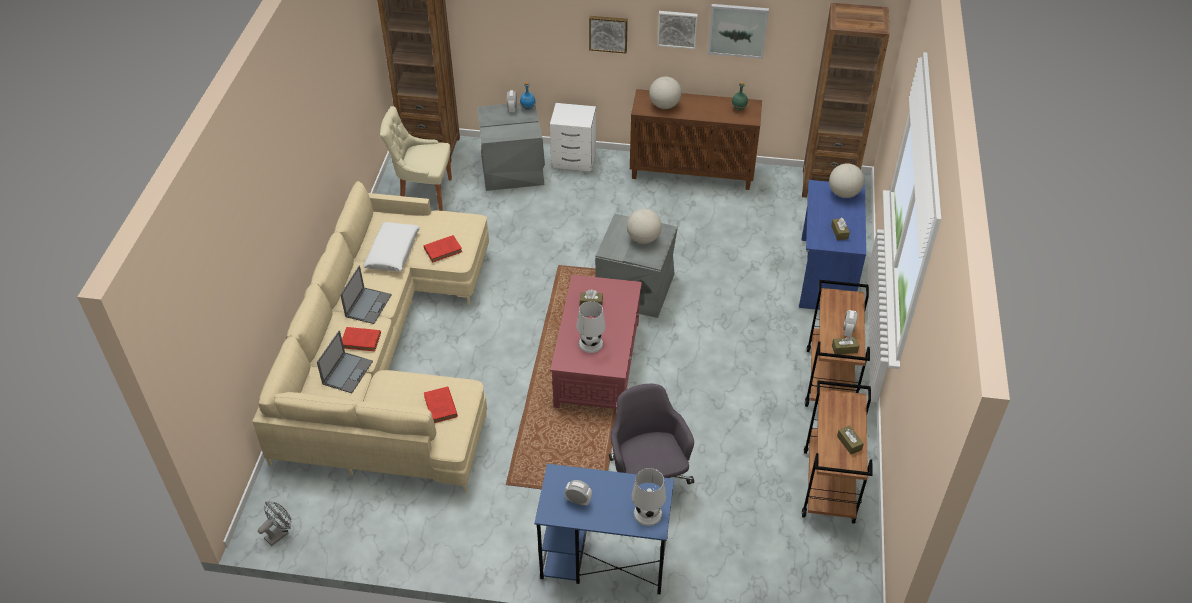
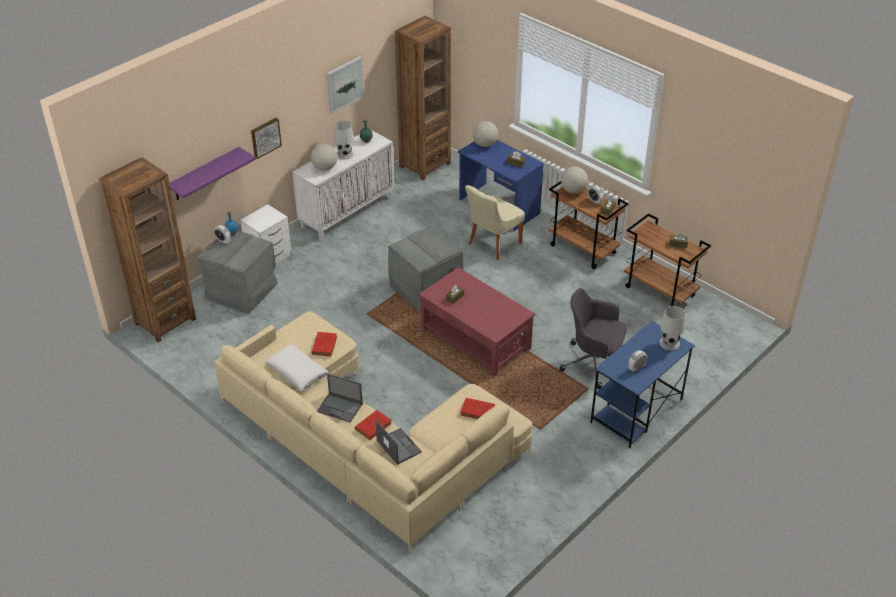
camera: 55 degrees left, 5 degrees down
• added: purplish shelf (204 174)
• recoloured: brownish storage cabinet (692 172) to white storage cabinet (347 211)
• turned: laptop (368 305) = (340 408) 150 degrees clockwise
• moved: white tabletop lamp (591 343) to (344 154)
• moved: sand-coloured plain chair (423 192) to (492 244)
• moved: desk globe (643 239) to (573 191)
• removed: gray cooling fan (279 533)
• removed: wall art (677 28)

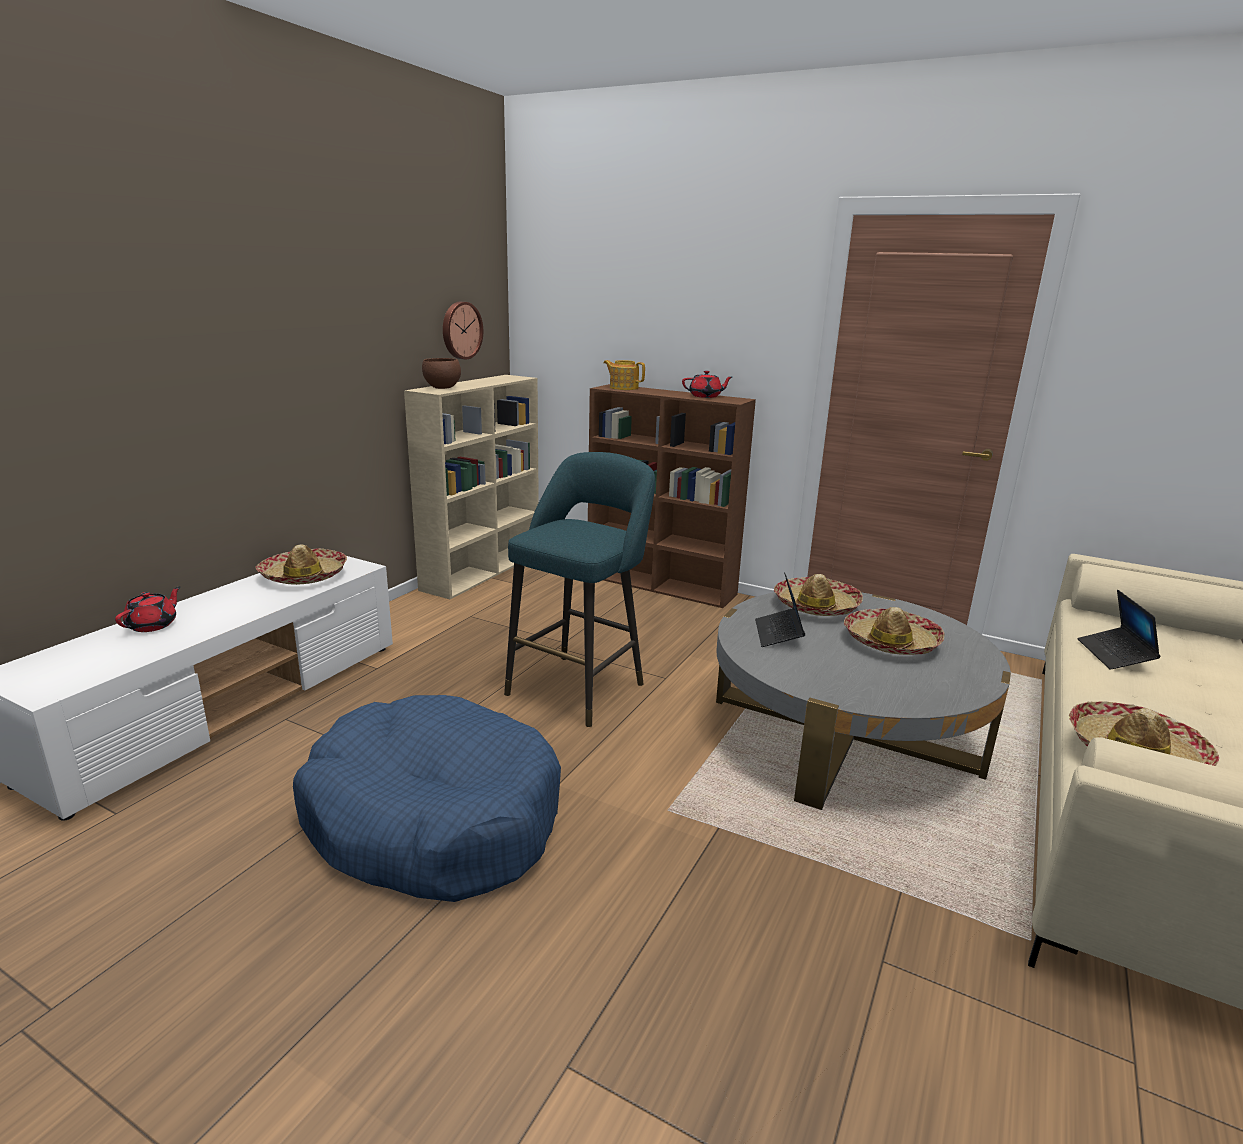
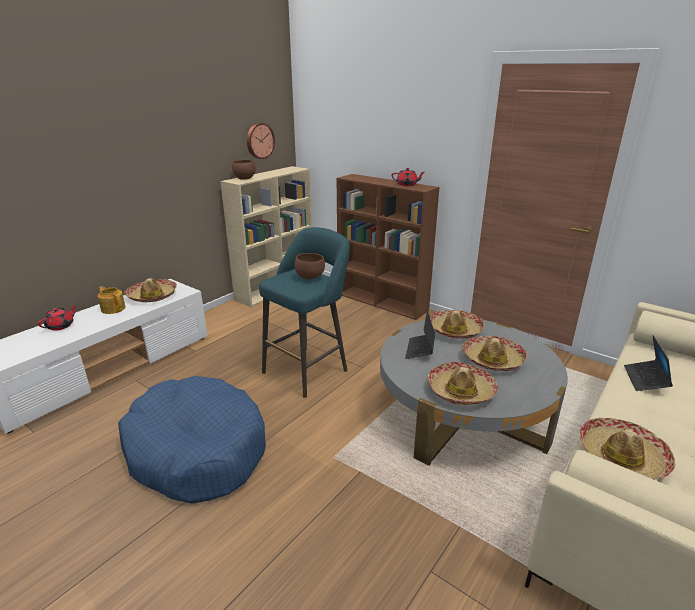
camera: 10 degrees right, 5 degrees up
• moved: teapot (623 388) to (113 308)
• added: brownish deep dish (310 277)
• added: hat (461 391)

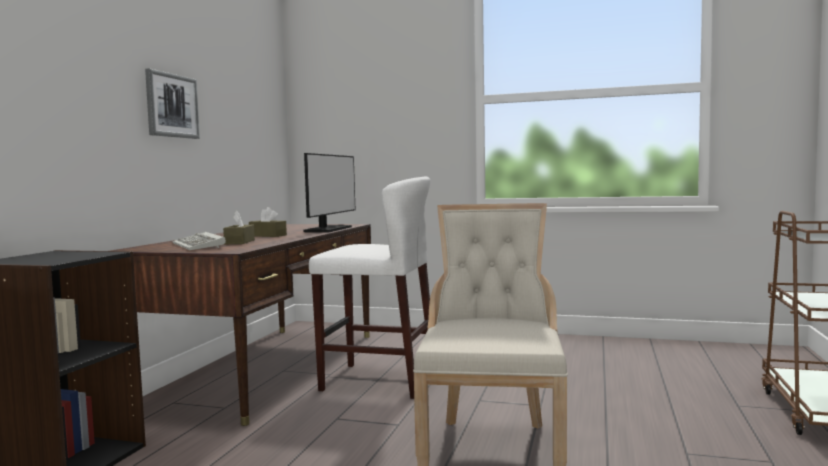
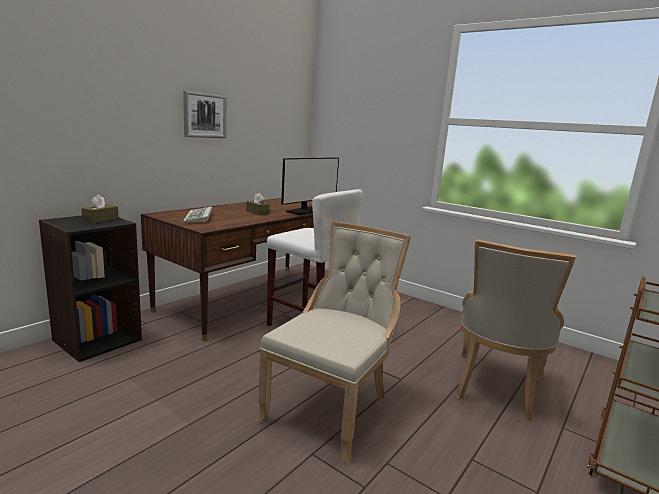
camera: 20 degrees right, 10 degrees up
• moved: brownish box of tissues (239 242) to (100 219)
• added: sand-coloured plain chair (496 387)

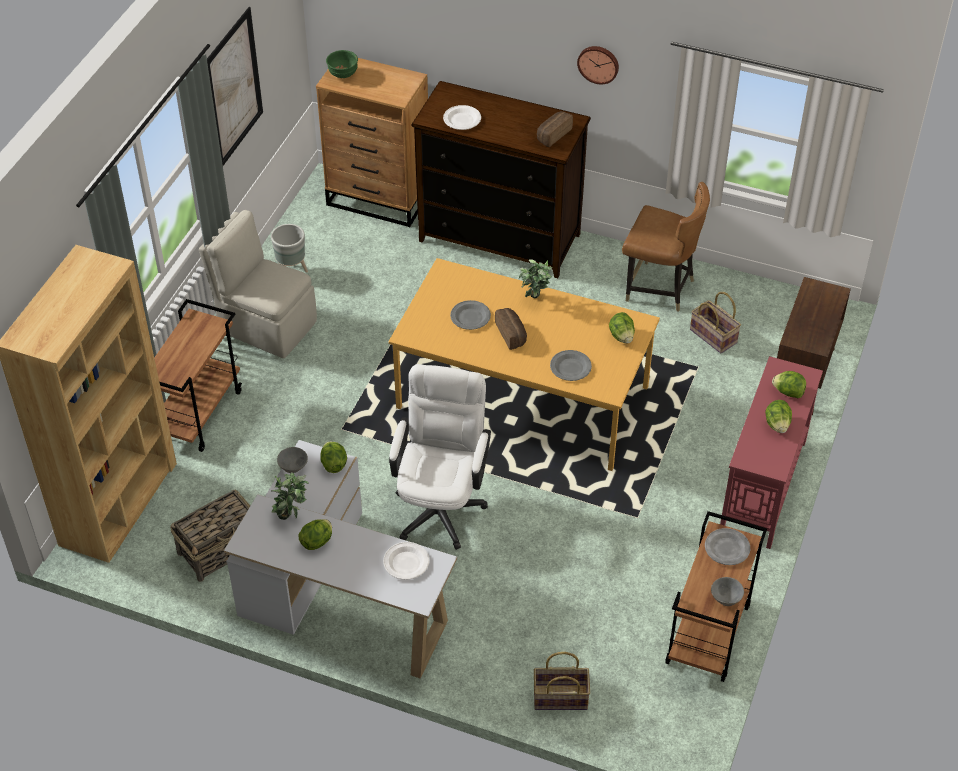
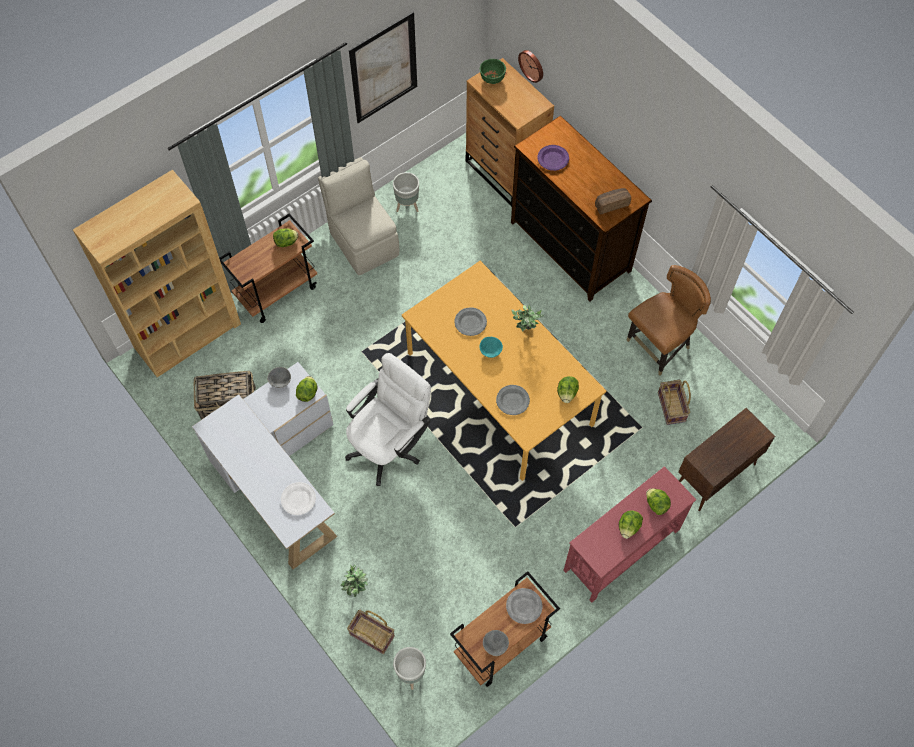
camera: 30 degrees right, 15 degrees up
• moved: lettuce (317 541) to (286 242)
• moved: houseplant (292 516) to (356 590)
• added: gray plant pot (410 674)
• replaced: bread (512 334) to blue-green deep dish (490 352)
• moved: hanging clock (598 63) to (532 65)
• recoloured: white plate (462 120) to purplish plate (553 159)
• turned: brownish plain chair (659 288) = (659 347) 90 degrees counterclockwise

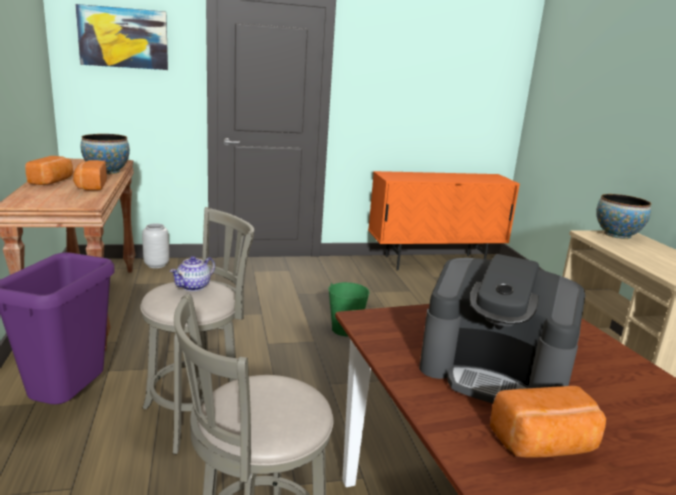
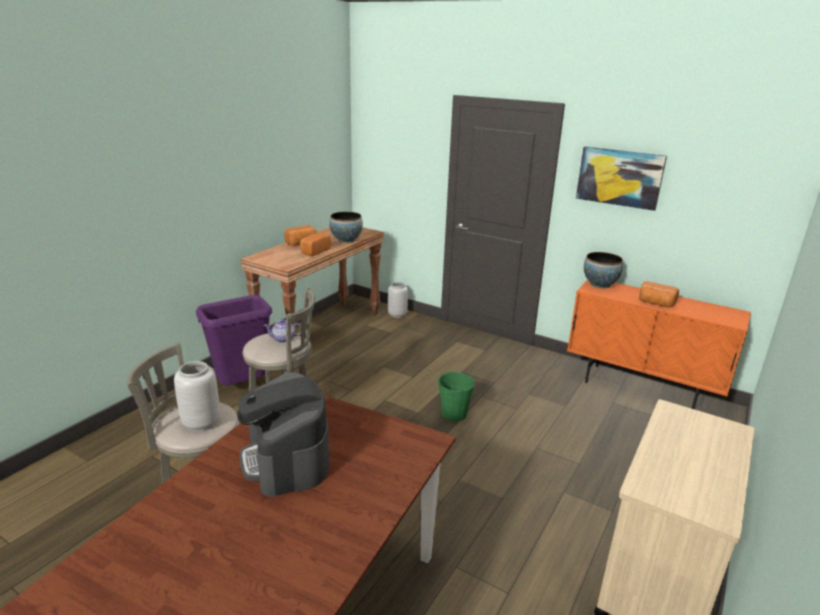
camera: 45 degrees right, 5 degrees up
• added: gray decorative vase (200 423)
• moved: wall art (123 38) to (619 177)
• moved: deep dish (617 235) to (599 284)
• moved: bread (545 445) to (656 303)

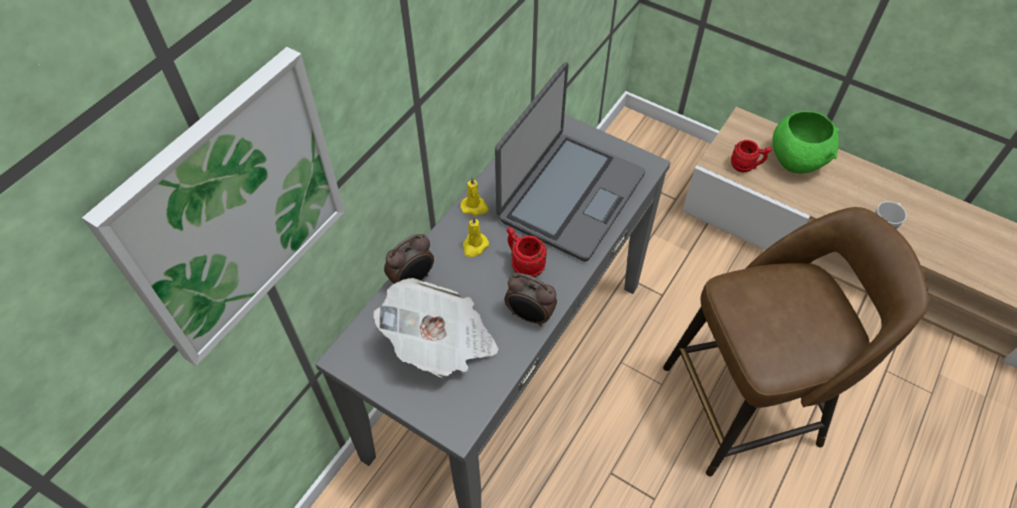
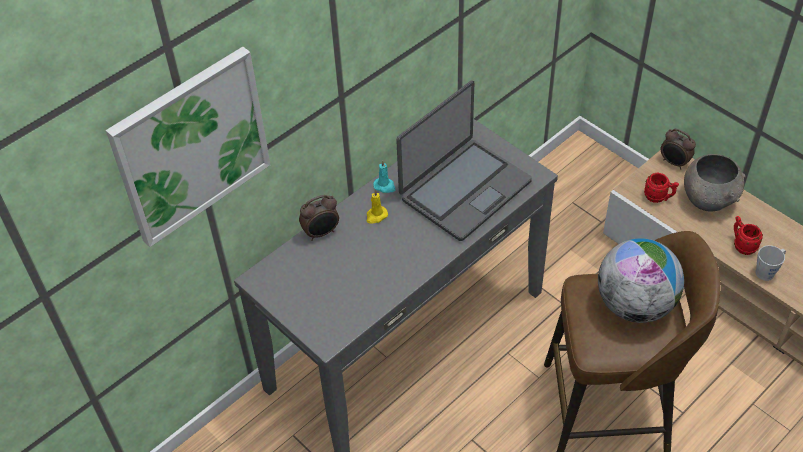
camera: 15 degrees right, 5 degrees down
• recoloured: yellow-coloured wax light (475 207) to blue-green wax light (385 186)
• added: desk globe (634 305)
• moved: bedside clock (529 316) to (674 163)
• recoloured: greenish deep dish (796 161) to gray deep dish (708 200)
• moved: red-coloured tea mug (524 264) to (742 245)
• removed: daily paper (441 342)

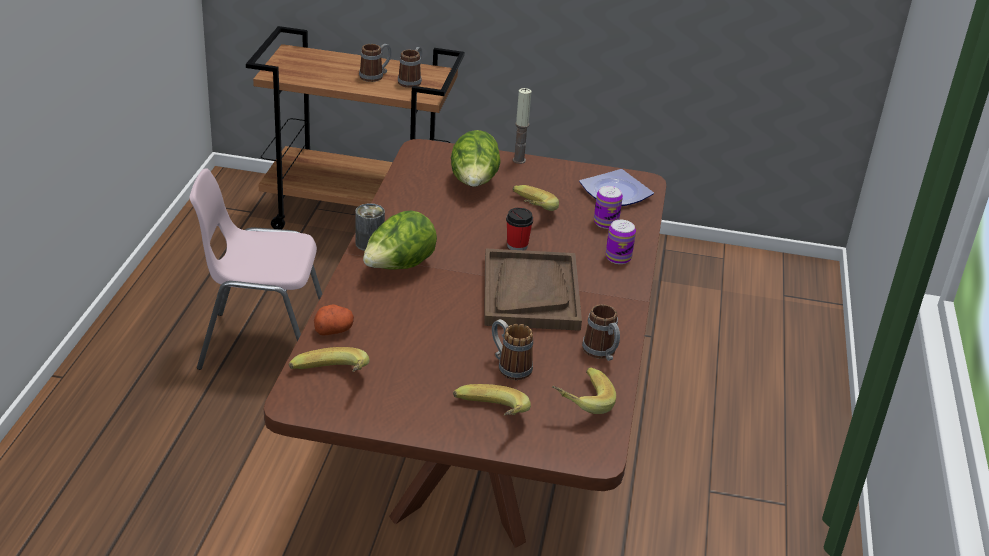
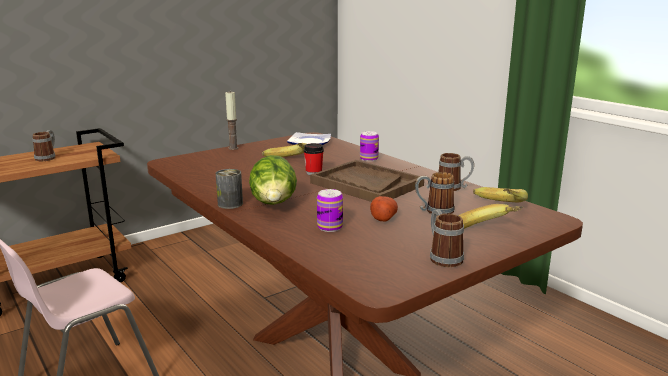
camera: 45 degrees left, 15 degrees down
• moved: sealed can (606 222) to (330 227)
• moved: whole potato (334 330) to (383 217)
• moved: tea mug (412 81) to (442 257)
• removed: whole banana (331 380)
• removed: lettuce (474 183)

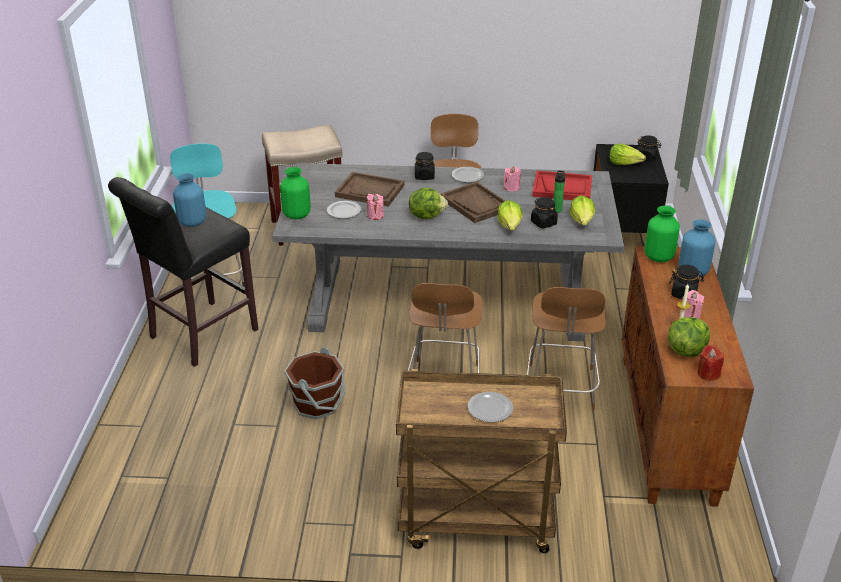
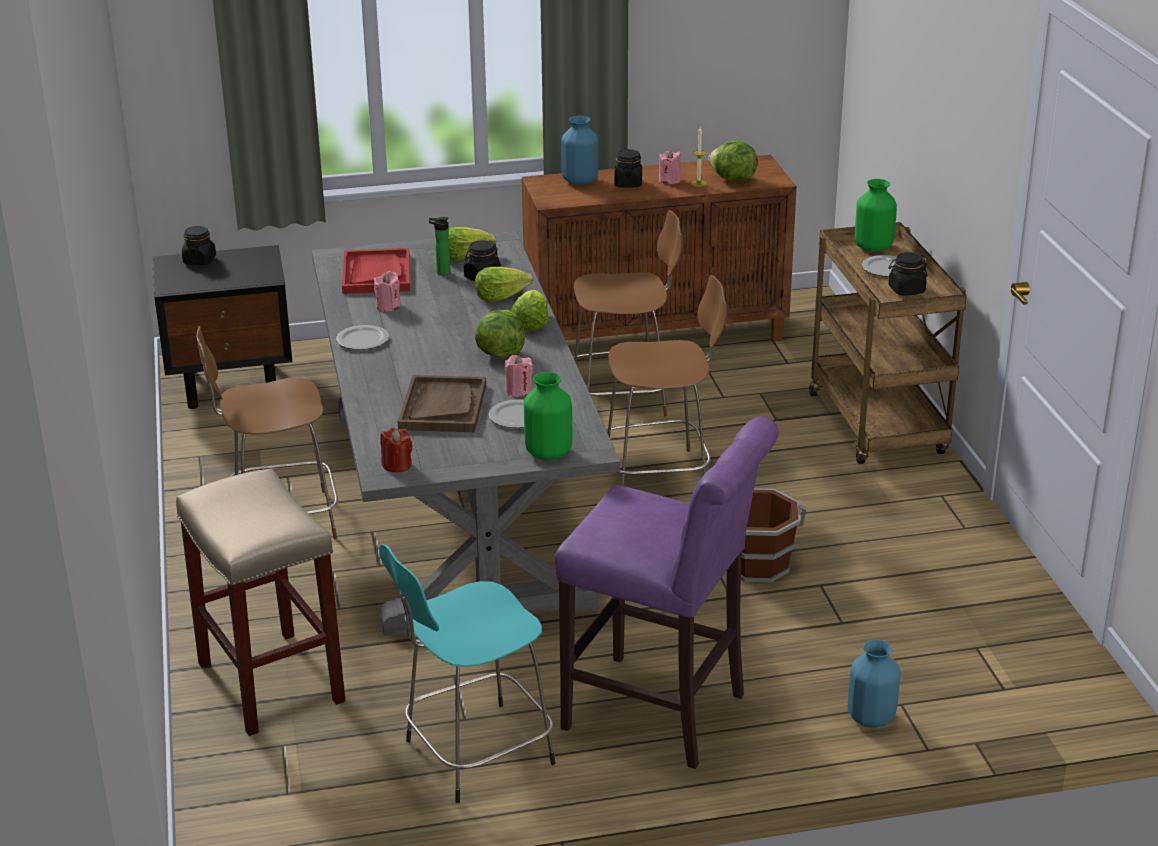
camera: 105 degrees left, 5 degrees down
• moved: red-coloured wax light (708 374) to (397 465)
• moved: lettuce (624 163) to (530 323)
• recoloured: black-coloured stool (199 336) to purplish stool (663 715)
• moved: bluish decorative vase (192 222) to (872 718)
• moved: greenish decorative vase (658 257) to (873 247)
• moved: black-coloured storage jar (424 176) to (906 290)
• removed: brownish serving tray (475 204)

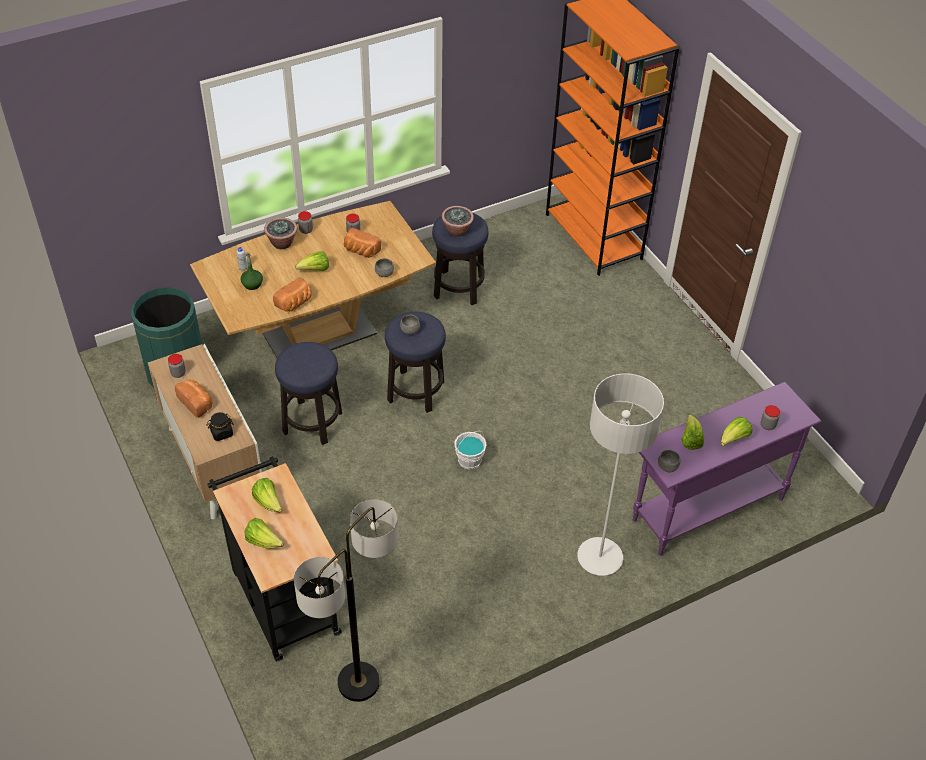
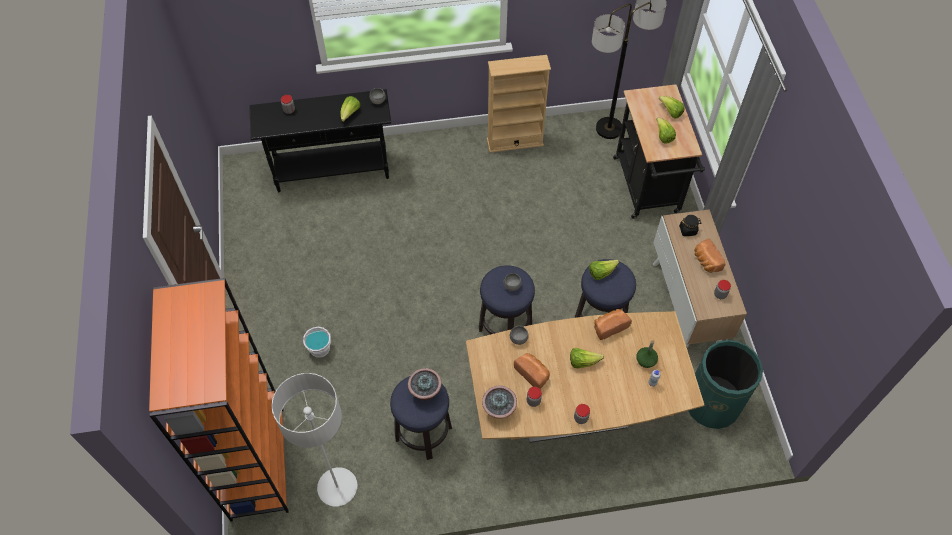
camera: 160 degrees left, 10 degrees up
• recoloured: purplish console table (707 509) to black-coloured console table (332 171)
• moved: gray floor lamp (600 557) to (337 487)
• moved: white pail (469 460) to (320 348)
• moved: houseplant (282 243) to (499 410)
• added: sand-coloured bookcase (515 142)
• moved: lettuce (733 439) to (601 272)

